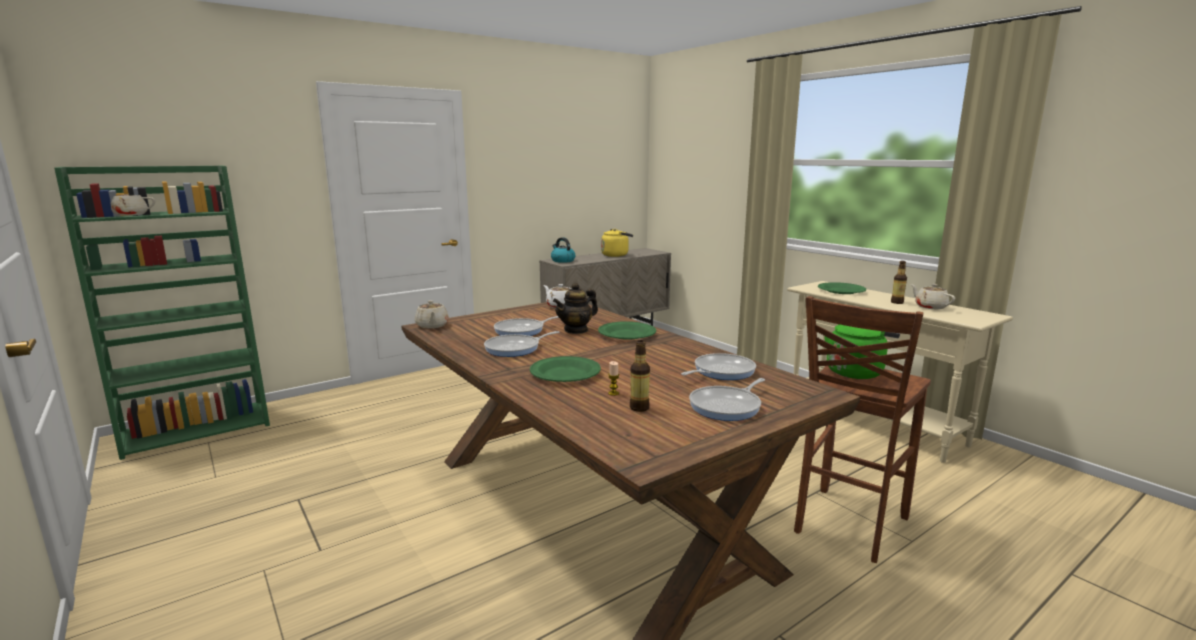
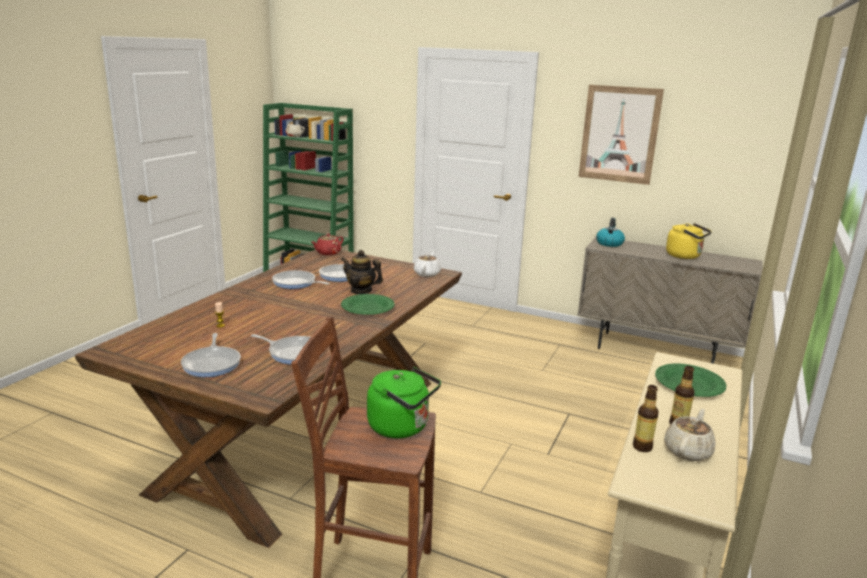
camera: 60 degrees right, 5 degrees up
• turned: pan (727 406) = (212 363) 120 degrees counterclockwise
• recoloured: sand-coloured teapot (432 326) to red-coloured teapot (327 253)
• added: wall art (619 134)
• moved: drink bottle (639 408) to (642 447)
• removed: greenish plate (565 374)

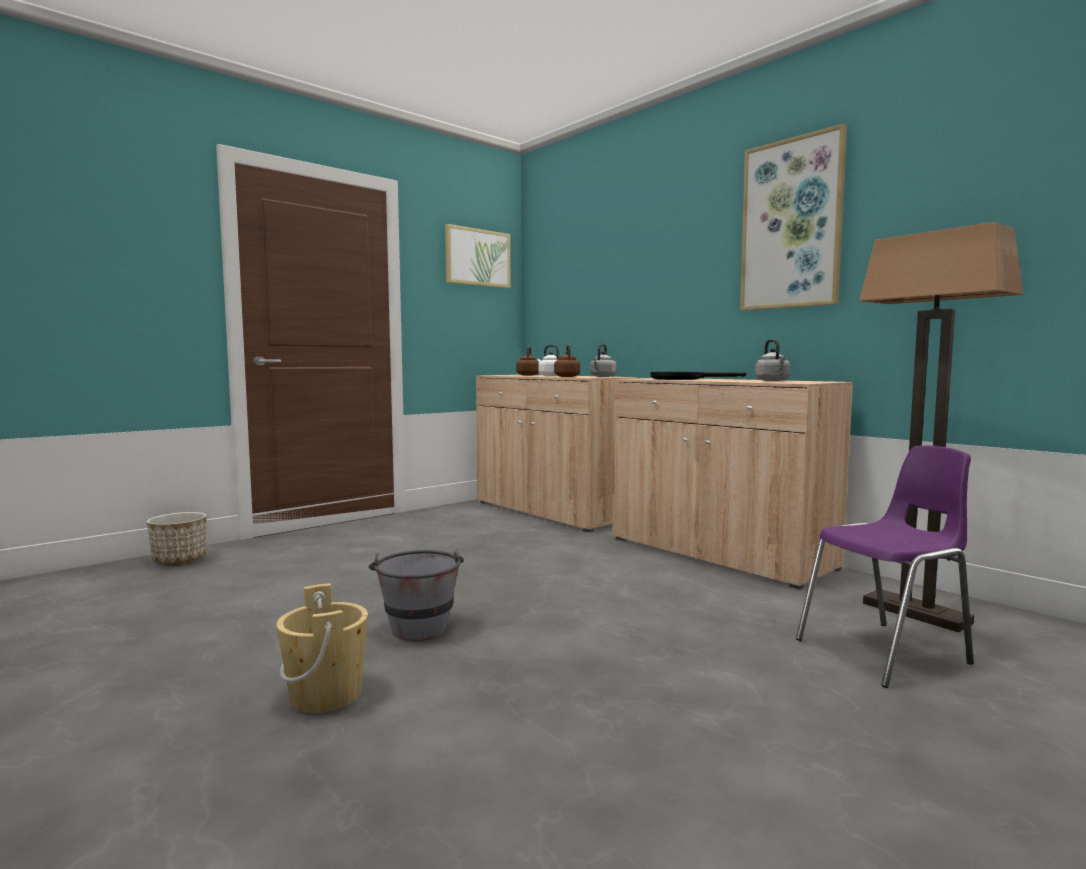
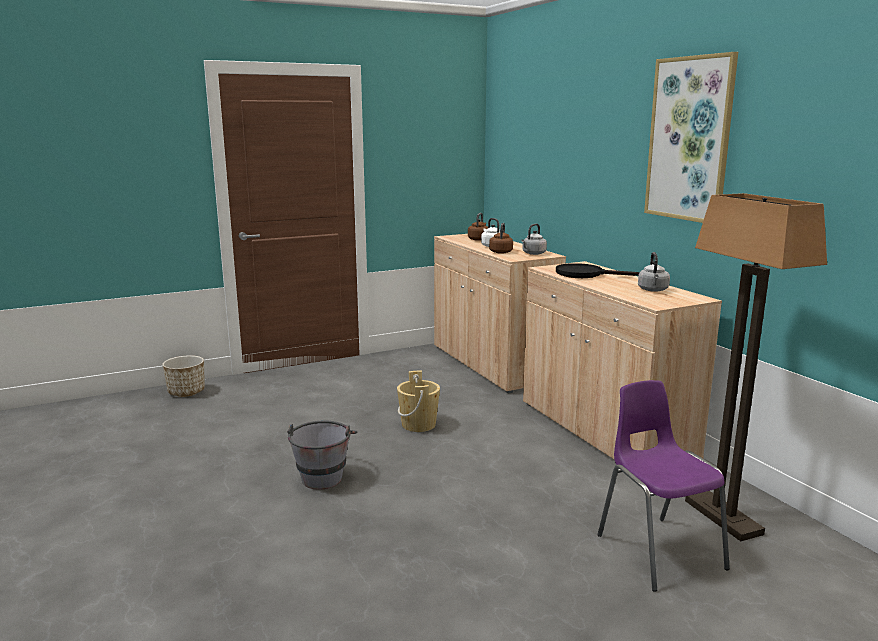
camera: 15 degrees right, 10 degrees up
• moved: sand-coloured pail (326 695) to (418 425)
• turned: purplish plain chair (886 652) = (657 550) 105 degrees counterclockwise
• removed: wall art (477 257)

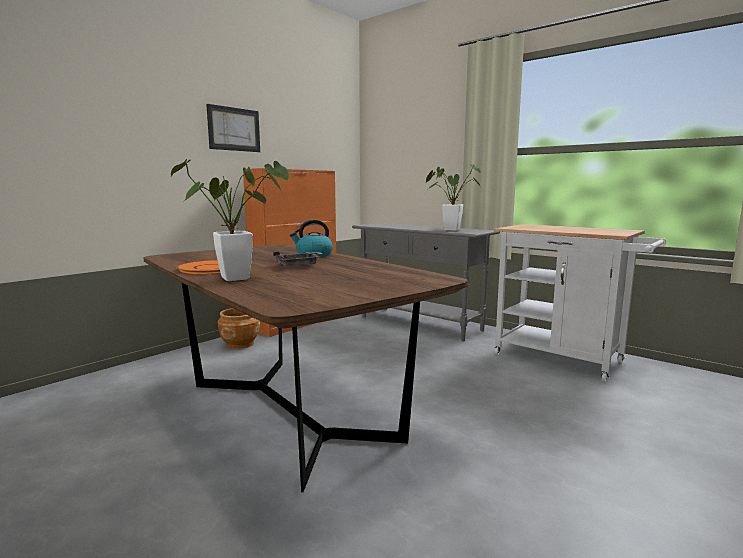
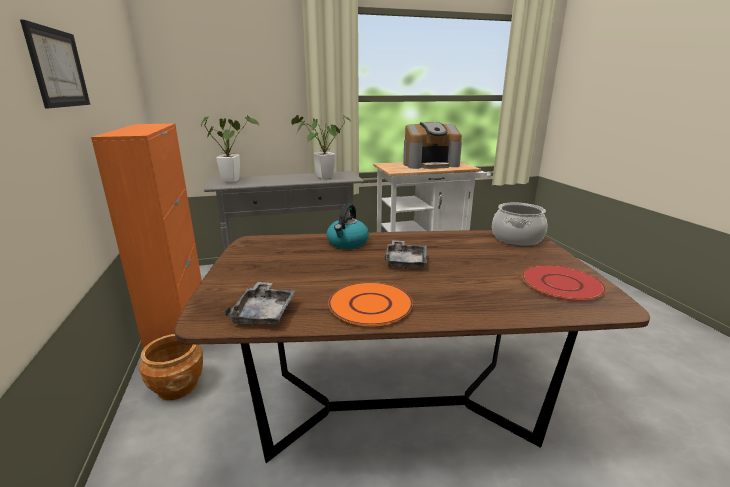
camera: 55 degrees left, 10 degrees up
• moved: houseplant (242 278) to (233 180)
• added: gray serving tray (264 312)
• added: coffee maker (430 164)
• added: stockpot (517 238)
• added: red-coloured plate (561 284)

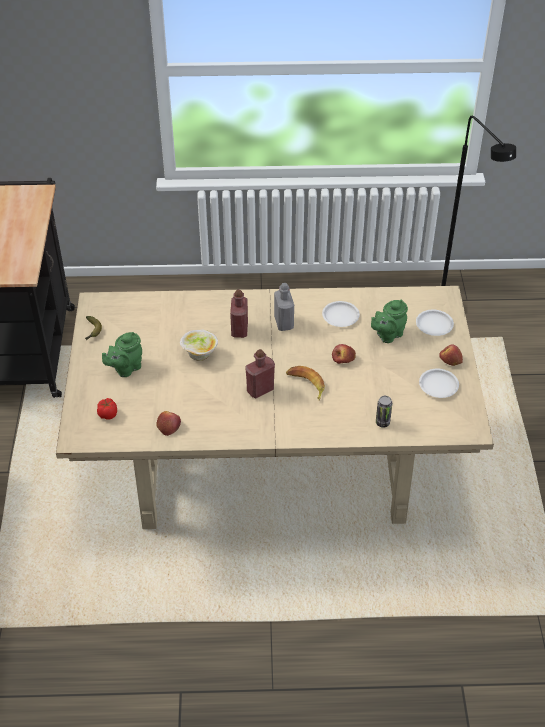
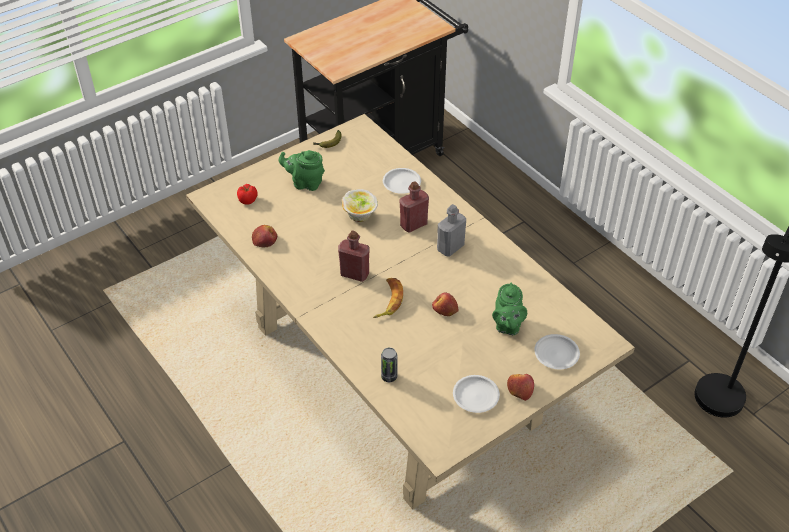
camera: 55 degrees right, 0 degrees up
• moved: white plate (340 316) to (402 183)
• turned: greenish teapot (387 335) = (507 326) 105 degrees counterclockwise

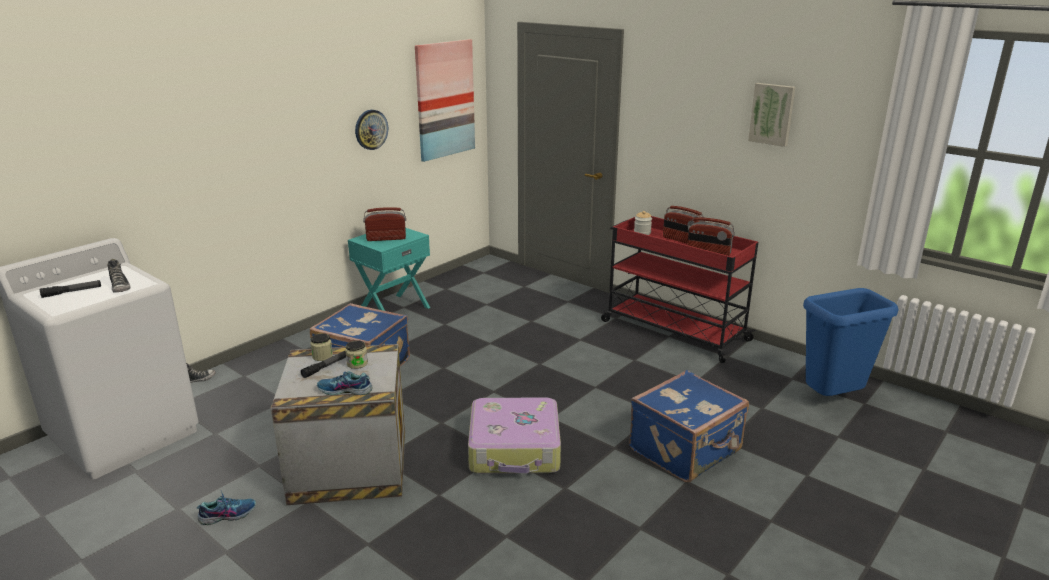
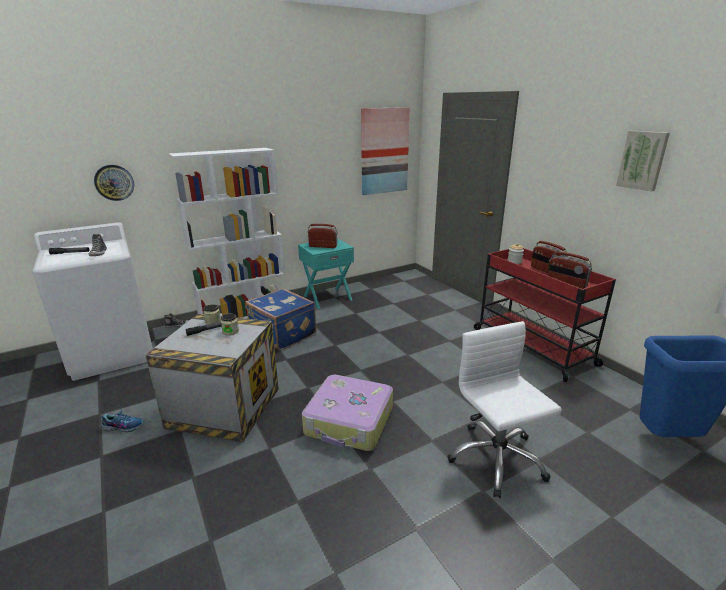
camera: 20 degrees right, 0 degrees up
• moved: hanging clock (371 129) to (114 182)
• added: white bookcase (244 314)
• replaced: bluish piece of luggage (686 451) to white office chair (496 459)
• removed: item of footwear (345 391)

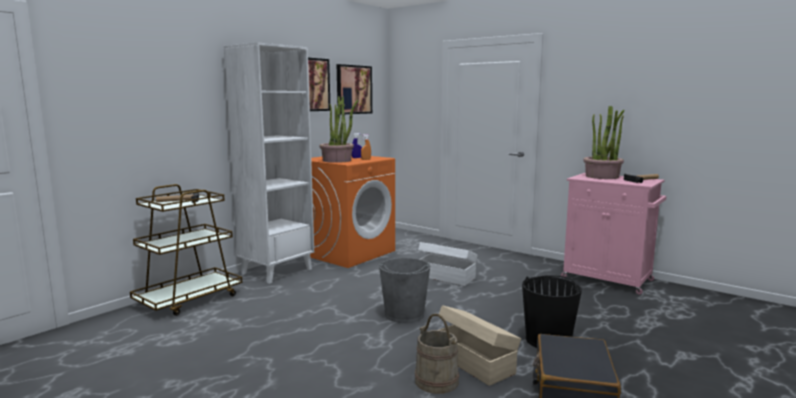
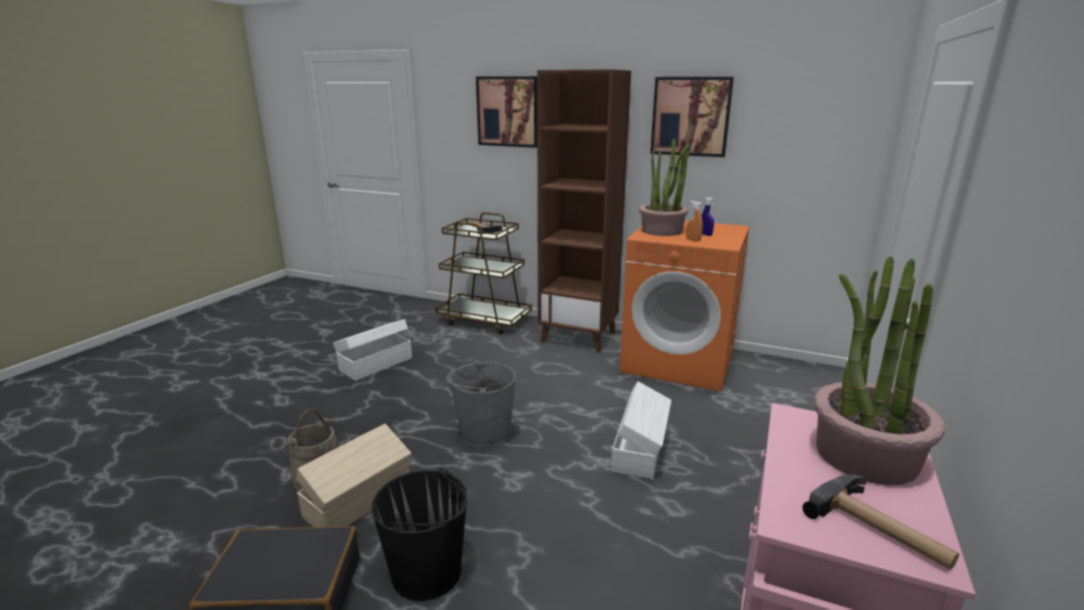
camera: 75 degrees right, 10 degrees up
• added: white storage bin (375 364)
• moved: wall art (353 89) to (508 111)
• recoloured: white bookcase (277 271) to brownish bookcase (579 336)

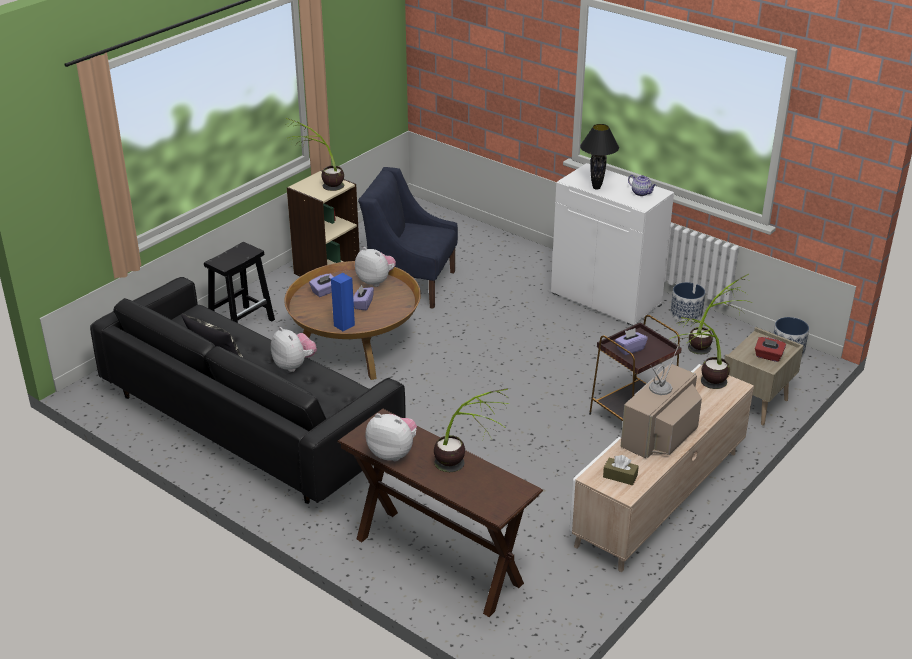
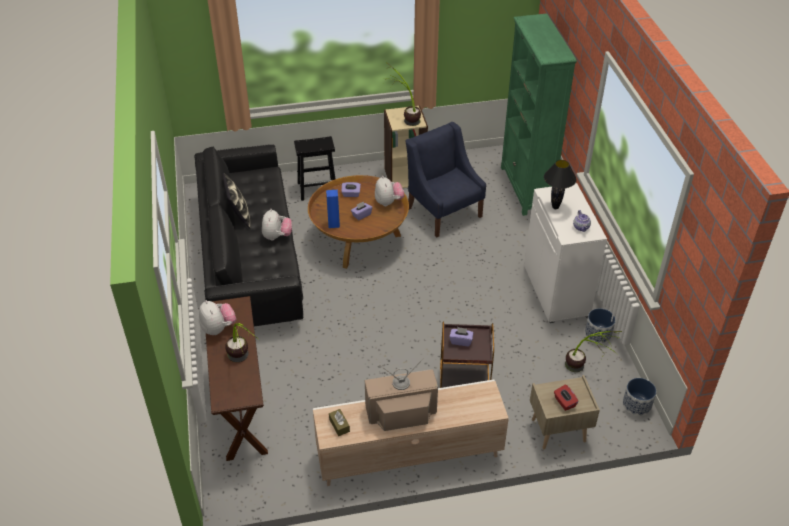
camera: 40 degrees right, 10 degrees up
• added: greenish bookcase (526 189)
• removed: houseplant (700 385)

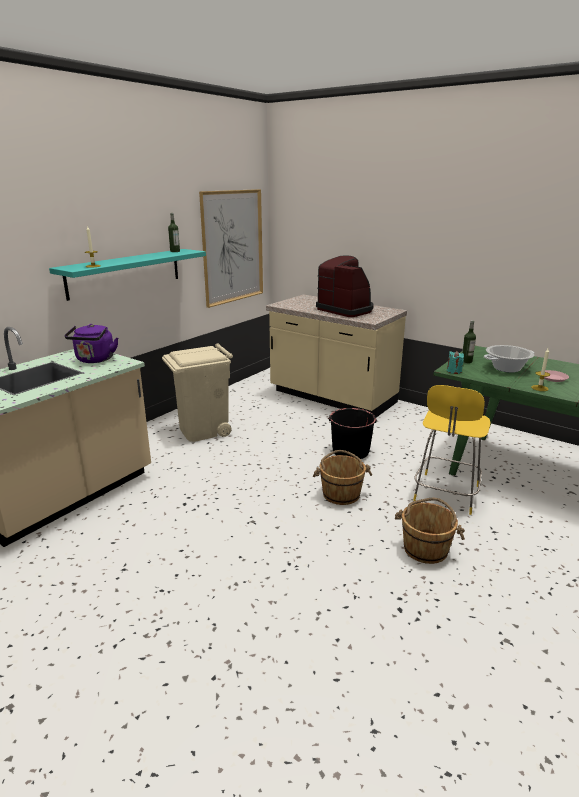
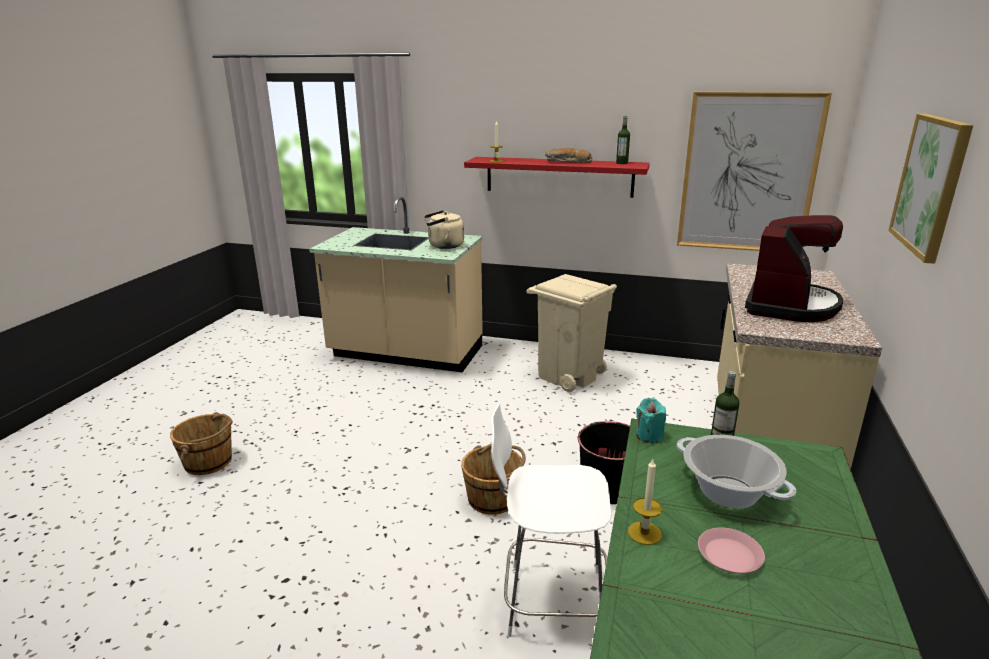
camera: 70 degrees right, 0 degrees up
• moved: brownish pail (426 548) to (209 462)
• recoloured: purplish water kettle (94 360) to sand-coloured water kettle (443 246)
• recoloured: blue-green shelf (125 273) to red-coloured shelf (559 176)
• recoloured: yellow-coloured plain chair (446 494) to white plain chair (550 601)
• added: bread (567 162)
• added: wall art (930 185)

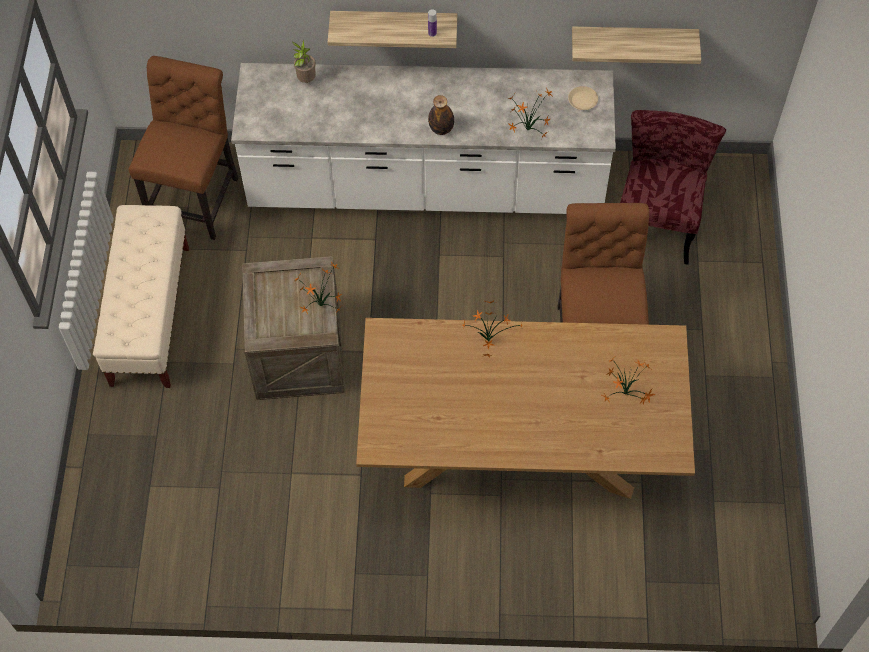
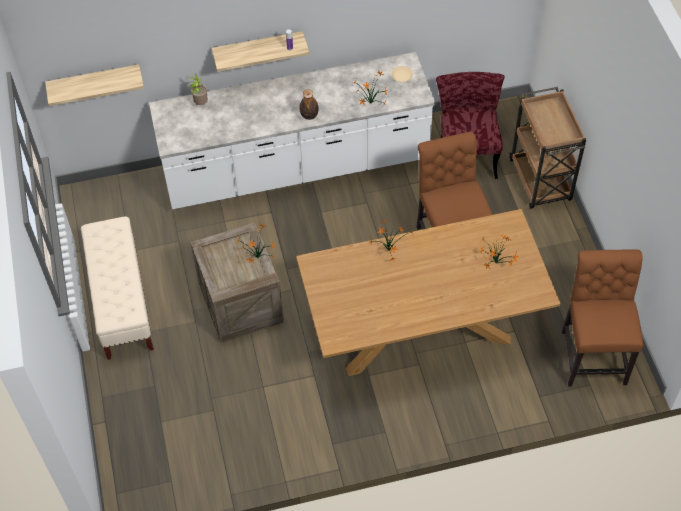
camera: 15 degrees left, 5 degrees down
• moved: shelf (633 41) to (95 83)
• added: brownish wheeled cart (540 181)
• moved: brownish plain chair (196 197) to (593 353)

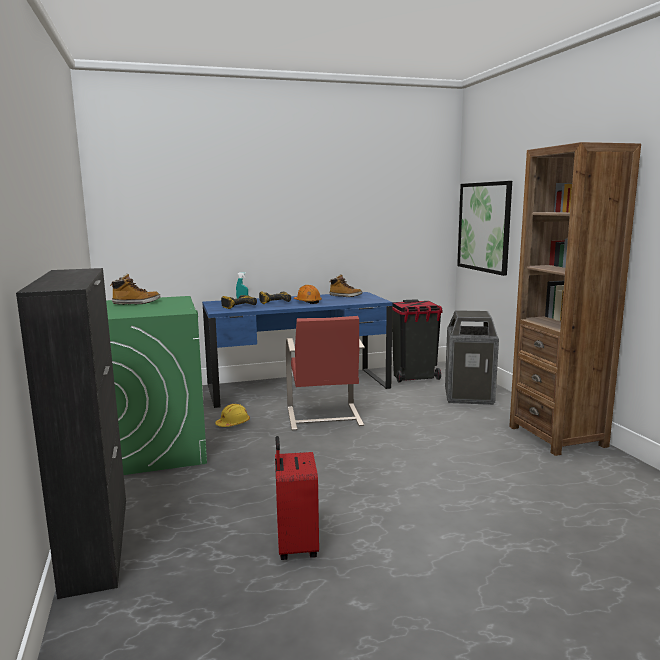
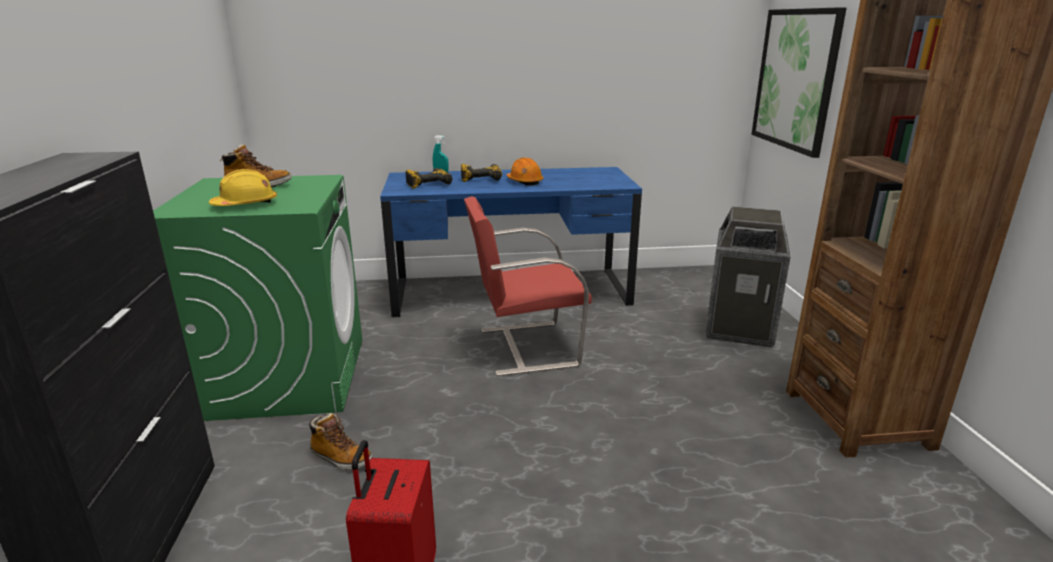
camera: 10 degrees right, 10 degrees up
• moved: yellow-coloured work helmet (233 423) to (245 204)
• moved: boot (345 296) to (340 458)
• turned: red-coloured plain chair (323 417) = (525 347) 75 degrees clockwise
• removed: black-coloured trash can (414 377)

